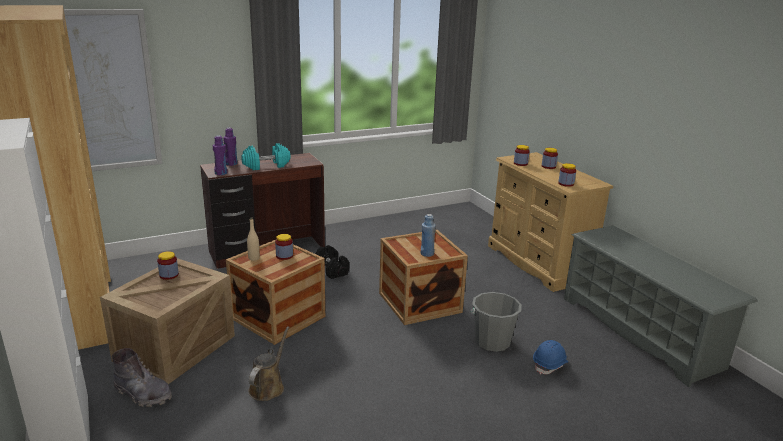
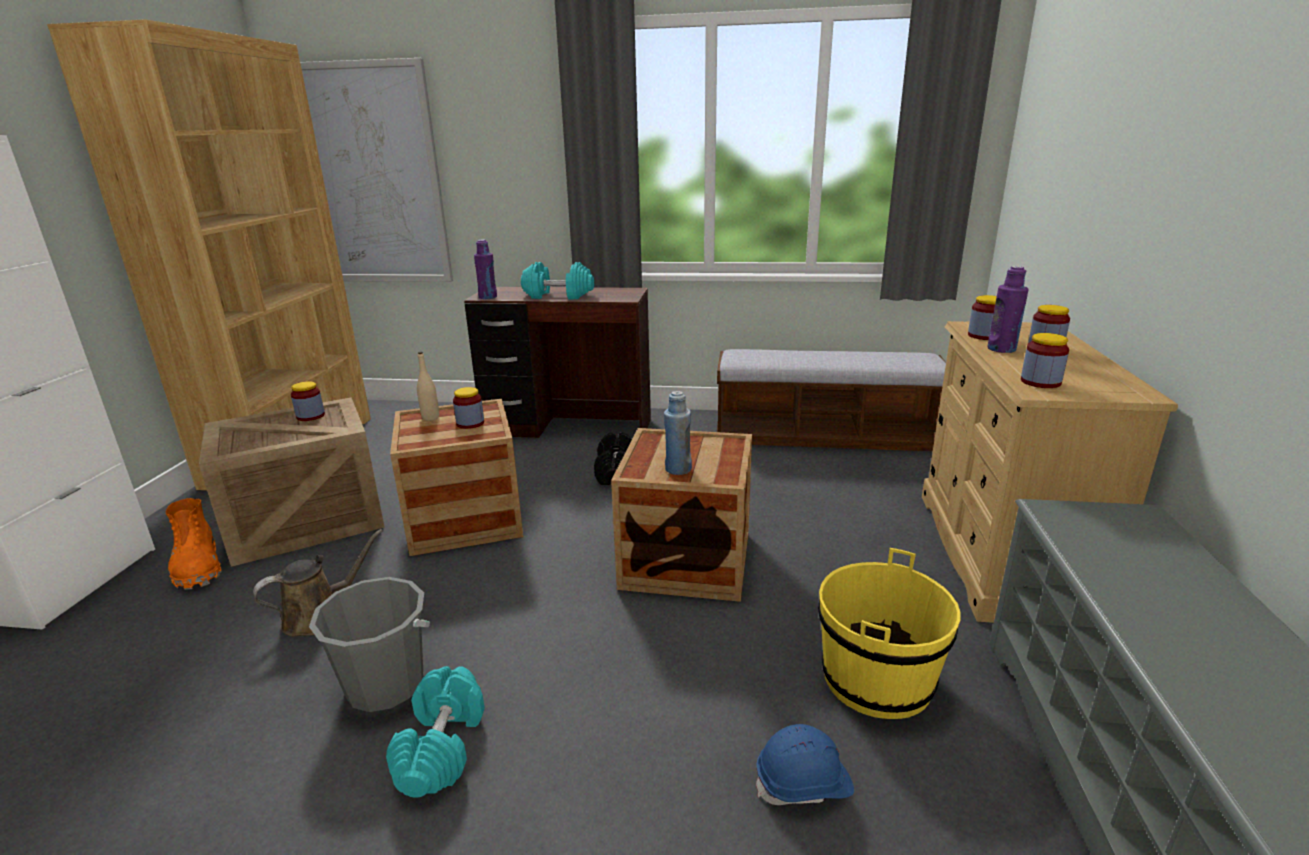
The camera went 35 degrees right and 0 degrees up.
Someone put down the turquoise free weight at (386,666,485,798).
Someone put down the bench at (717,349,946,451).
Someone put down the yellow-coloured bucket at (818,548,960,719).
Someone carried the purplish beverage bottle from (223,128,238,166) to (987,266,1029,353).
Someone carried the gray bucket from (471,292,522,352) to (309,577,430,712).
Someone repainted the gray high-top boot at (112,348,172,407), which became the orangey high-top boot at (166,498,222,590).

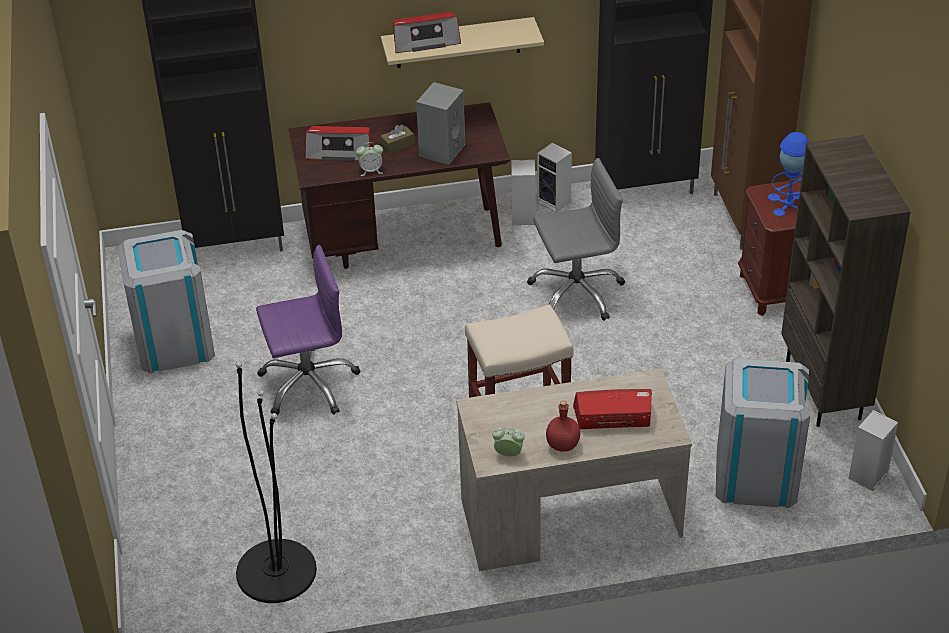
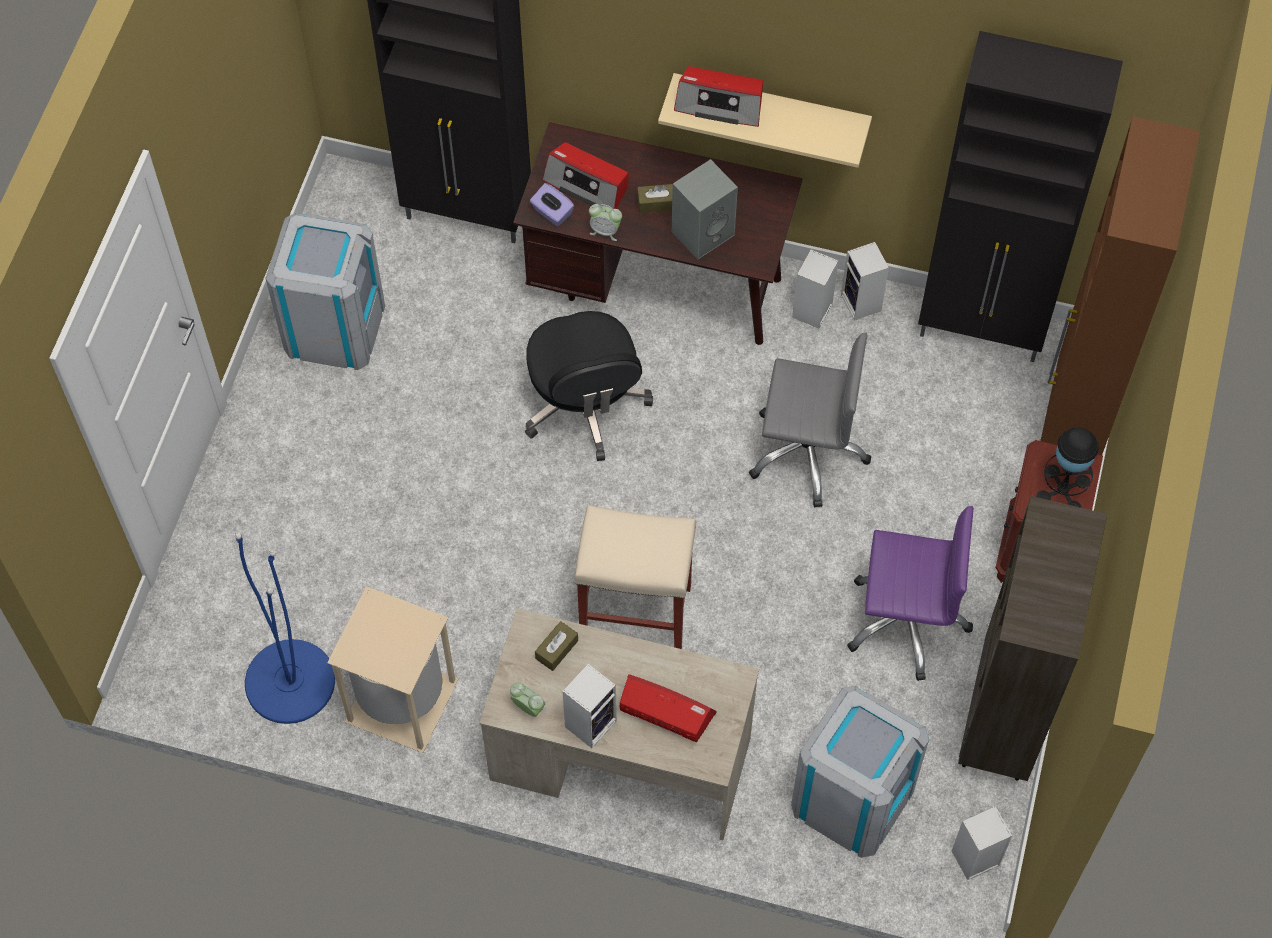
The camera went 25 degrees right and 20 degrees up.
Someone put down the sand-coloured rubbish bin at (327,586,458,753).
Someone put down the black computer chair at (525,311,653,461).
Someone put down the purplish box of tissues at (530,183,574,226).
Someone put down the brown box of tissues at (535,621,578,671).
Someone carried the purplish computer chair from (256,245,360,416) to (847,506,974,681).
Someone swapped the reddish beverage bottle at (546,401,580,452) for the audio speaker at (562,663,617,748).
Someone repainted the black standard lamp at (236,362,317,603), which became the blue-coloured standard lamp at (235,532,335,724).
Someone repainted the blue-coloured lamp for a table at (768,132,809,217), which became the black lamp for a table at (1036,427,1099,508).

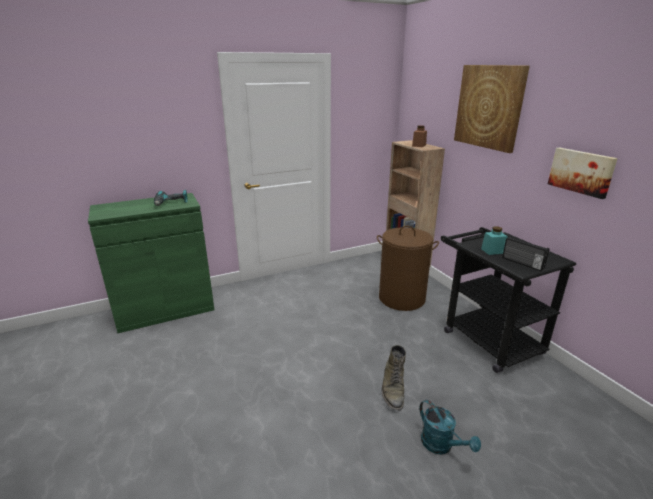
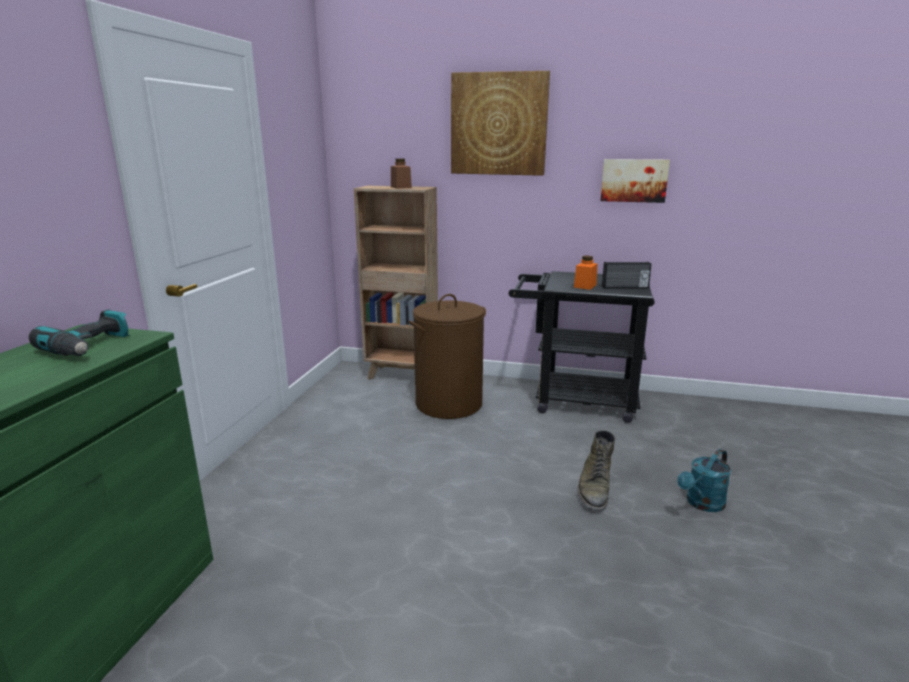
The camera went 50 degrees left and 5 degrees down.
Someone repainted the turquoise preserve jar at (481,226,508,255), which became the orangey preserve jar at (574,256,597,290).
Someone rotated the greenish high-top boot at (381,345,406,410) by 60 degrees clockwise.
Someone rotated the turquoise watering can at (420,400,481,455) by 135 degrees clockwise.

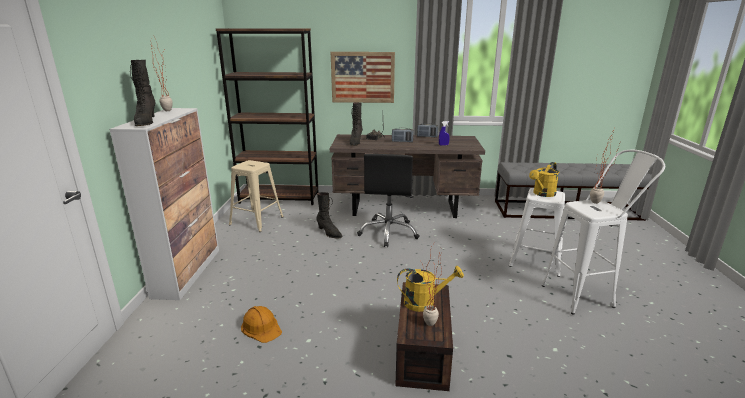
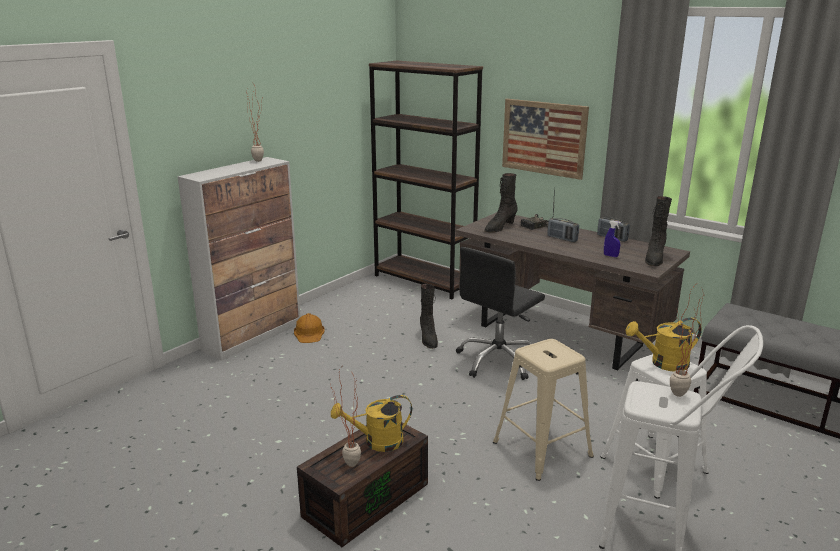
The camera went 35 degrees right and 0 degrees up.
Someone carried the black high-top boot from (130,60,156,126) to (645,196,672,266).
Someone carried the sand-coloured stool seat from (229,160,284,232) to (493,339,594,481).
Someone carried the orangey work helmet from (241,306,282,343) to (294,313,324,343).
Someone rotated the yellow-coloured watering can at (397,266,464,312) by 135 degrees clockwise.

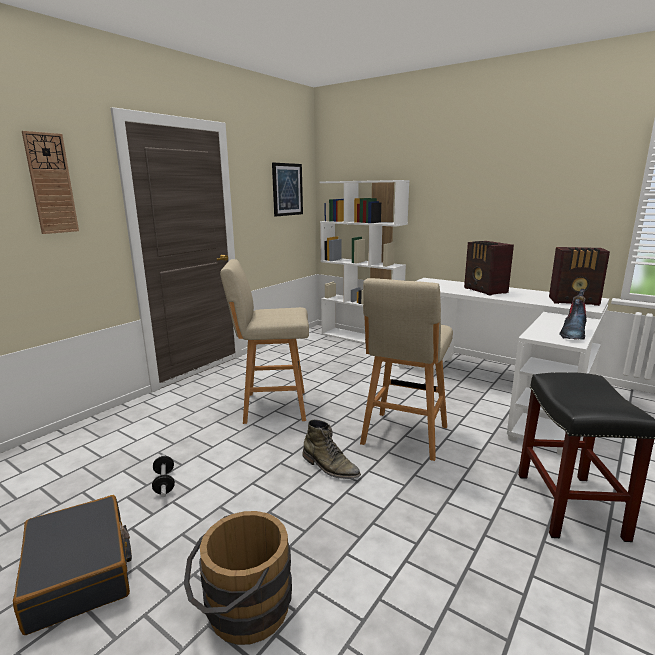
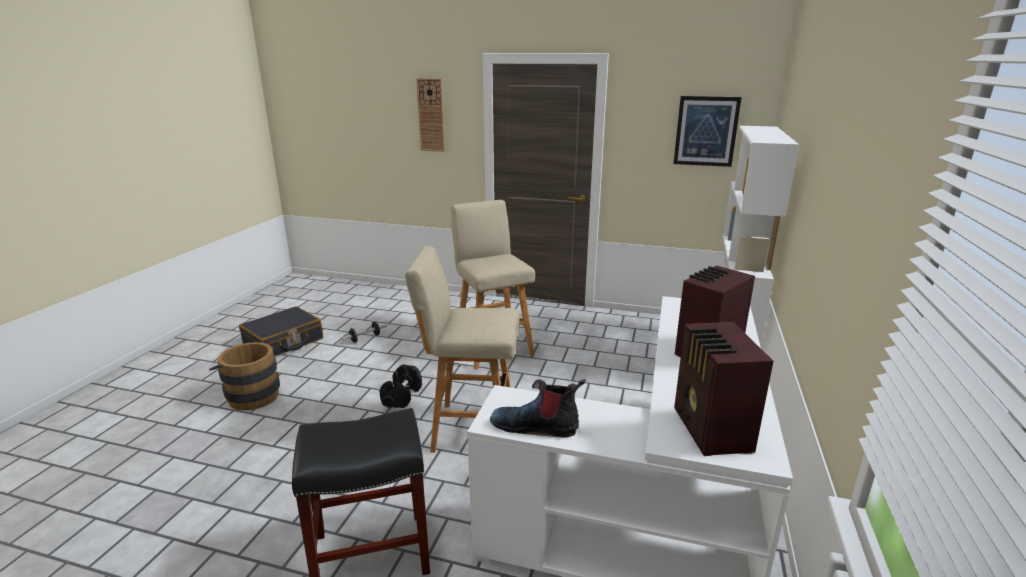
The camera went 70 degrees right and 5 degrees up.
Someone swapped the greenish high-top boot at (302,420,361,479) for the black free weight at (380,364,422,408).

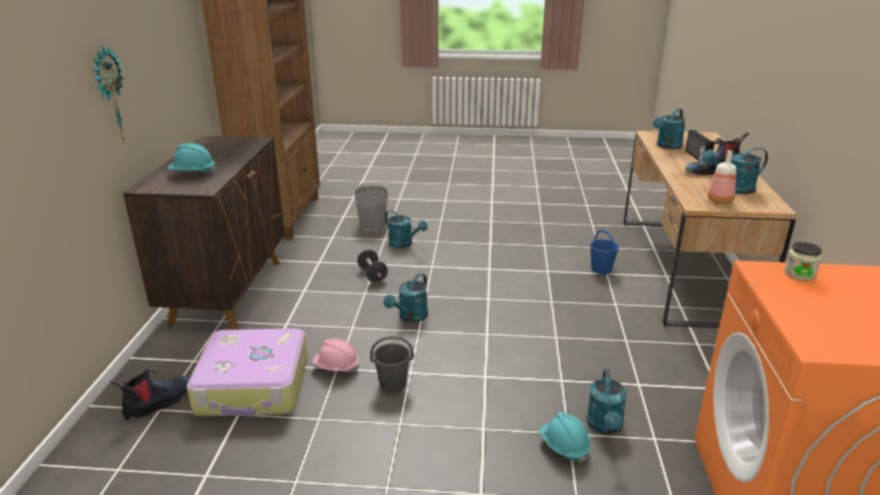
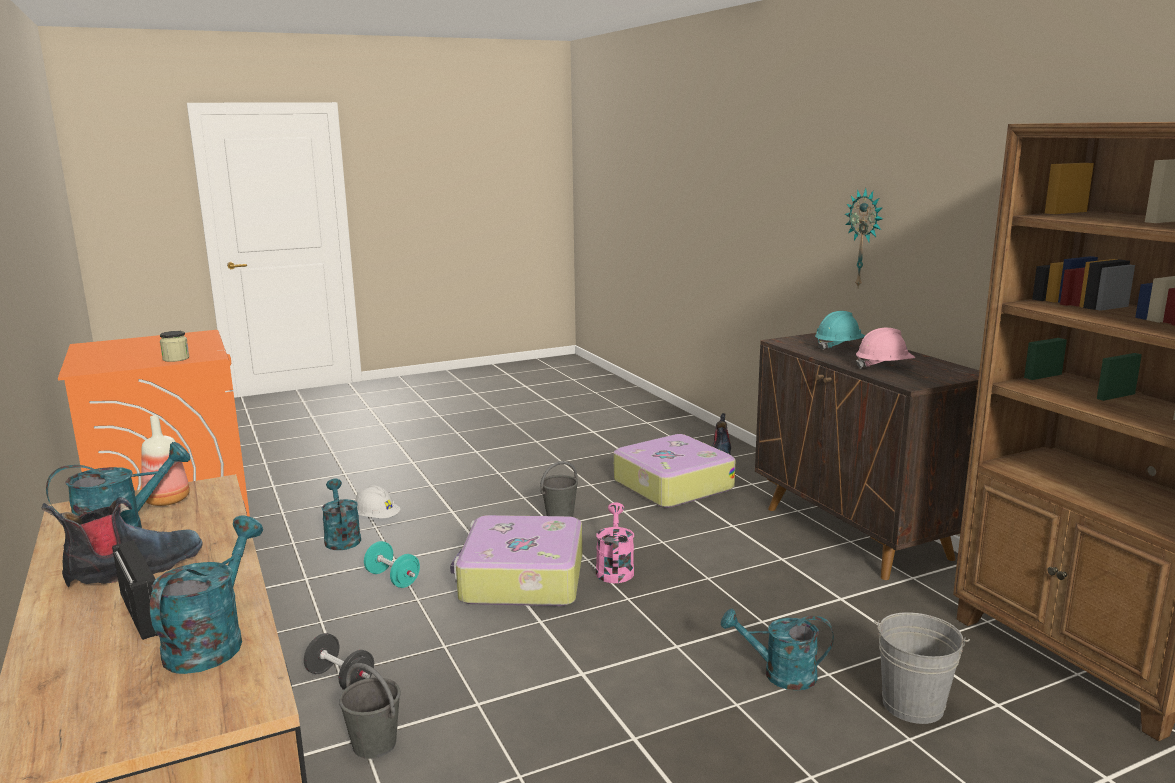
The camera went 150 degrees right and 10 degrees down.
Someone put down the turquoise free weight at (364,541,420,588).
Someone put down the piece of luggage at (450,515,582,606).
Someone carried the pink-coloured work helmet from (312,339,360,372) to (856,328,915,369).
Someone carried the black free weight from (357,250,388,283) to (304,633,374,689).
Someone repainted the turquoise watering can at (384,273,428,322), which became the pink-coloured watering can at (596,502,634,583).
Someone repainted the turquoise work helmet at (539,412,591,463), which became the white-coloured work helmet at (355,485,401,518).
Someone repainted the blue-coloured bucket at (590,229,619,274), which became the gray bucket at (339,663,401,759).

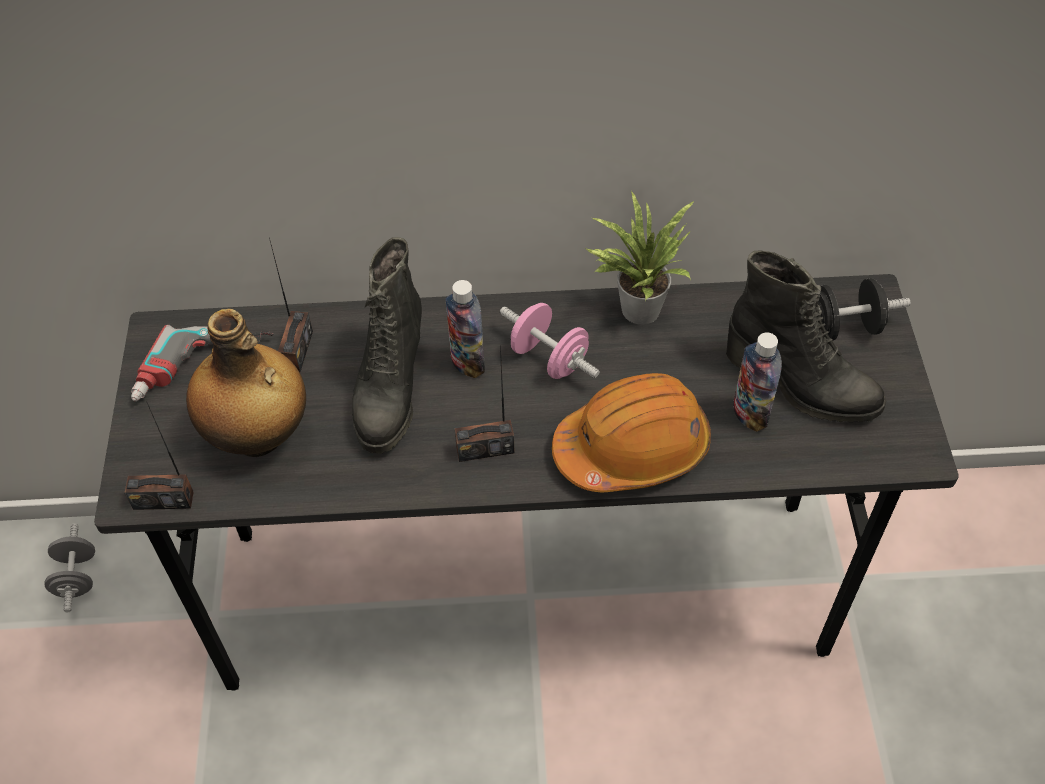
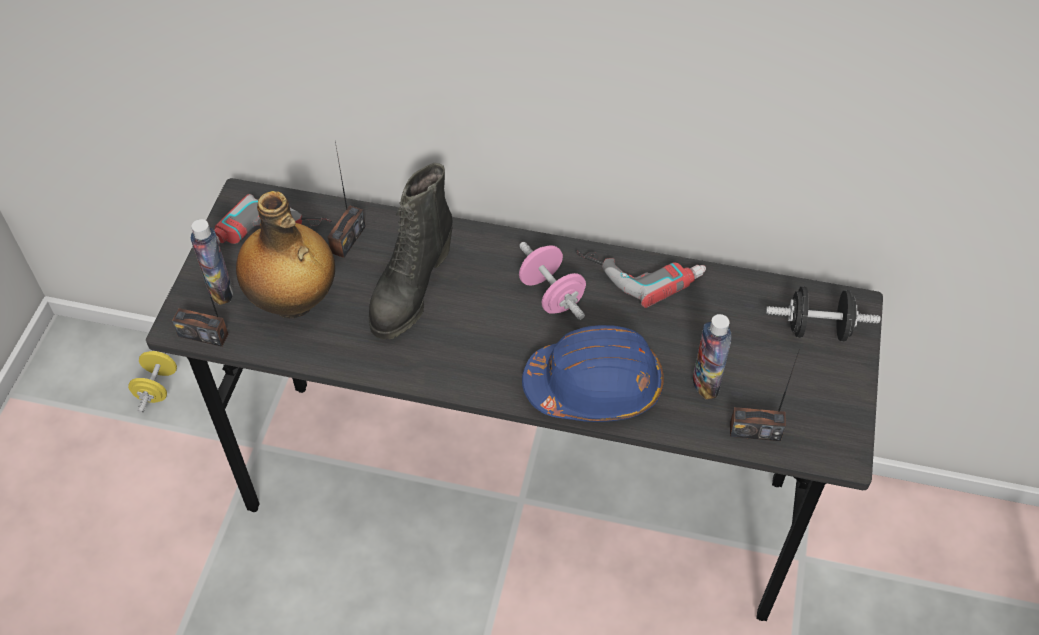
The camera went 15 degrees right and 0 degrees up.
Someone took away the black high-top boot at (726,250,886,423).
Someone carried the beverage bottle from (445,280,485,378) to (191,219,233,305).
Someone carried the radio receiver from (455,345,515,462) to (730,349,800,441).
Someone swapped the potted plant at (586,190,694,325) for the power drill at (576,251,706,308).
Someone repainted the gray free weight at (44,523,95,612), which became the yellow-coloured free weight at (128,351,177,413).
Someone repainted the orangey work helmet at (552,373,711,492), which became the blue-coloured work helmet at (522,325,664,422).

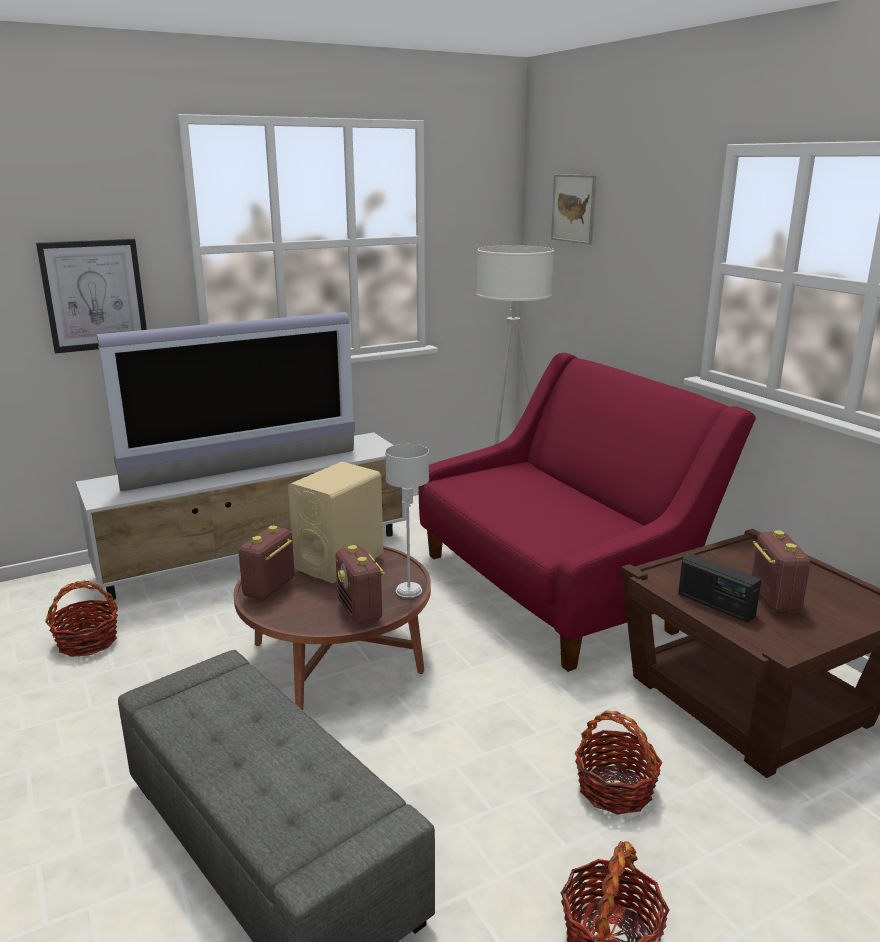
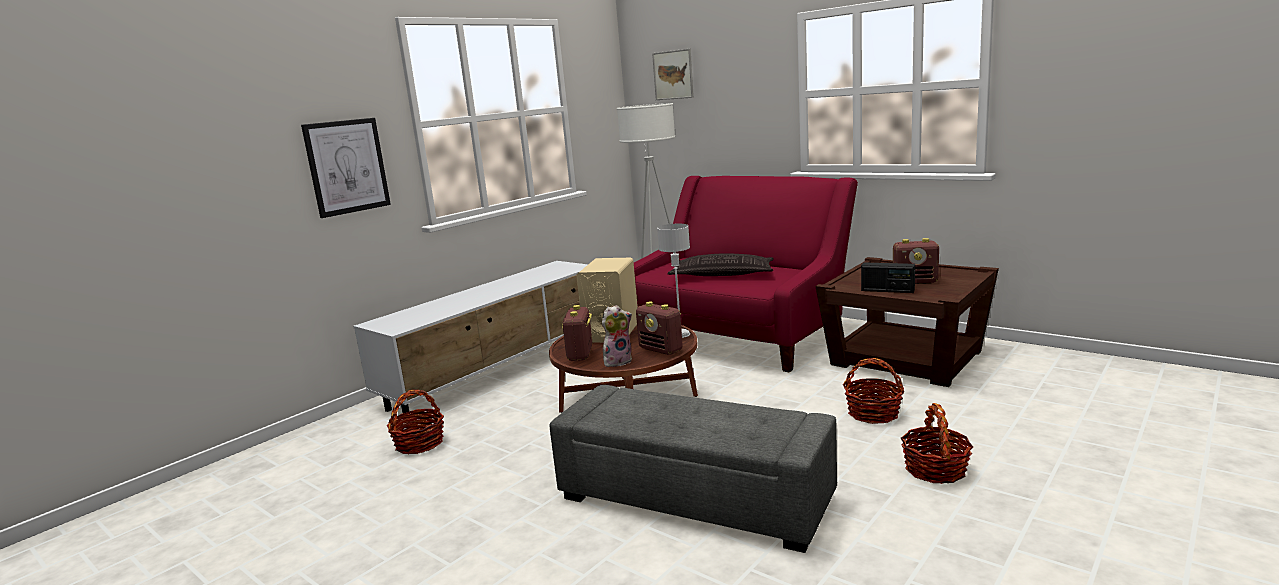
The camera went 20 degrees left and 5 degrees down.
Someone took away the TV at (97,312,355,491).
Someone put down the plush toy at (602,305,632,367).
Someone put down the cushion at (668,253,773,276).
Someone rotated the radio receiver at (752,530,810,614) by 120 degrees clockwise.

